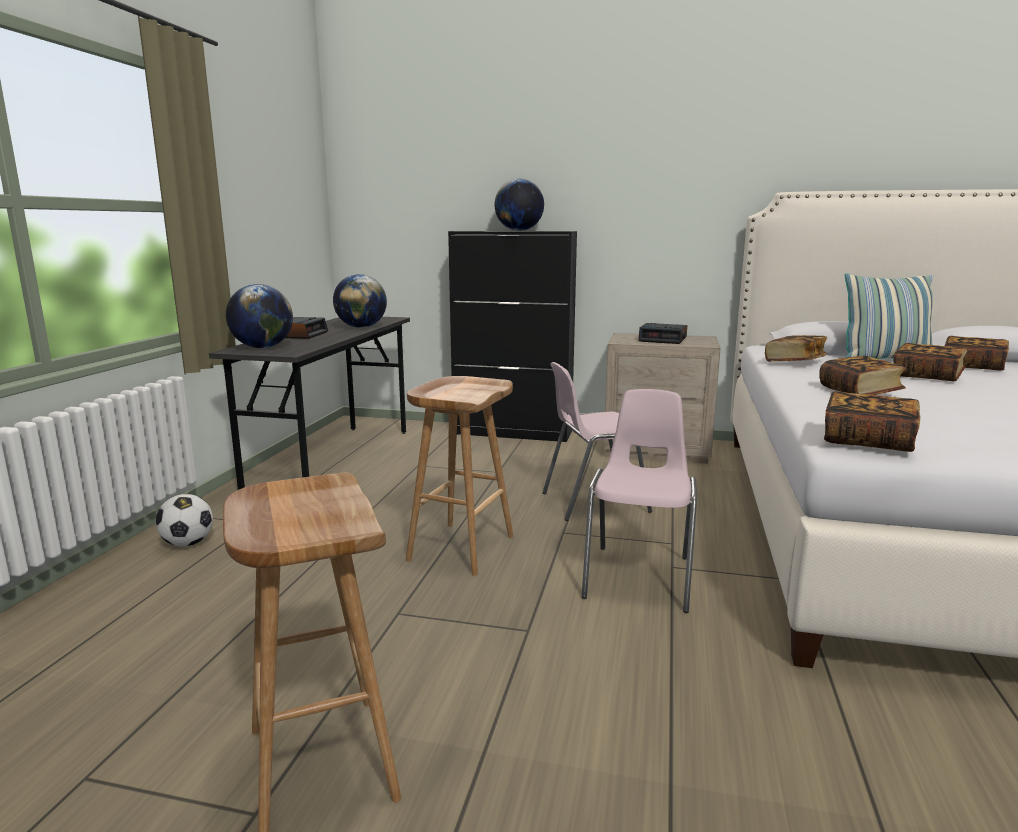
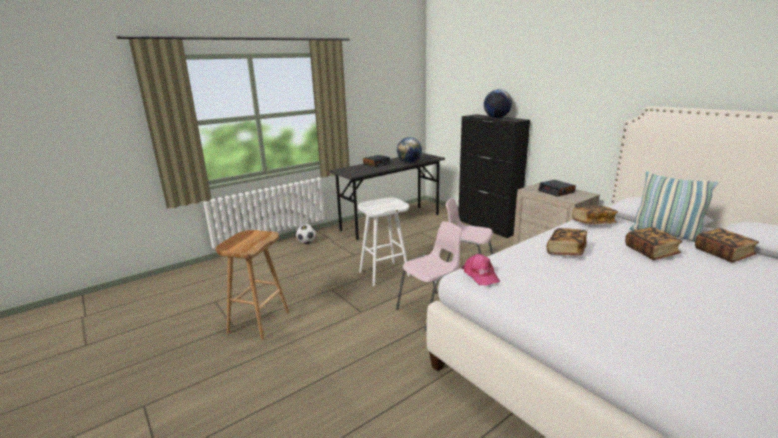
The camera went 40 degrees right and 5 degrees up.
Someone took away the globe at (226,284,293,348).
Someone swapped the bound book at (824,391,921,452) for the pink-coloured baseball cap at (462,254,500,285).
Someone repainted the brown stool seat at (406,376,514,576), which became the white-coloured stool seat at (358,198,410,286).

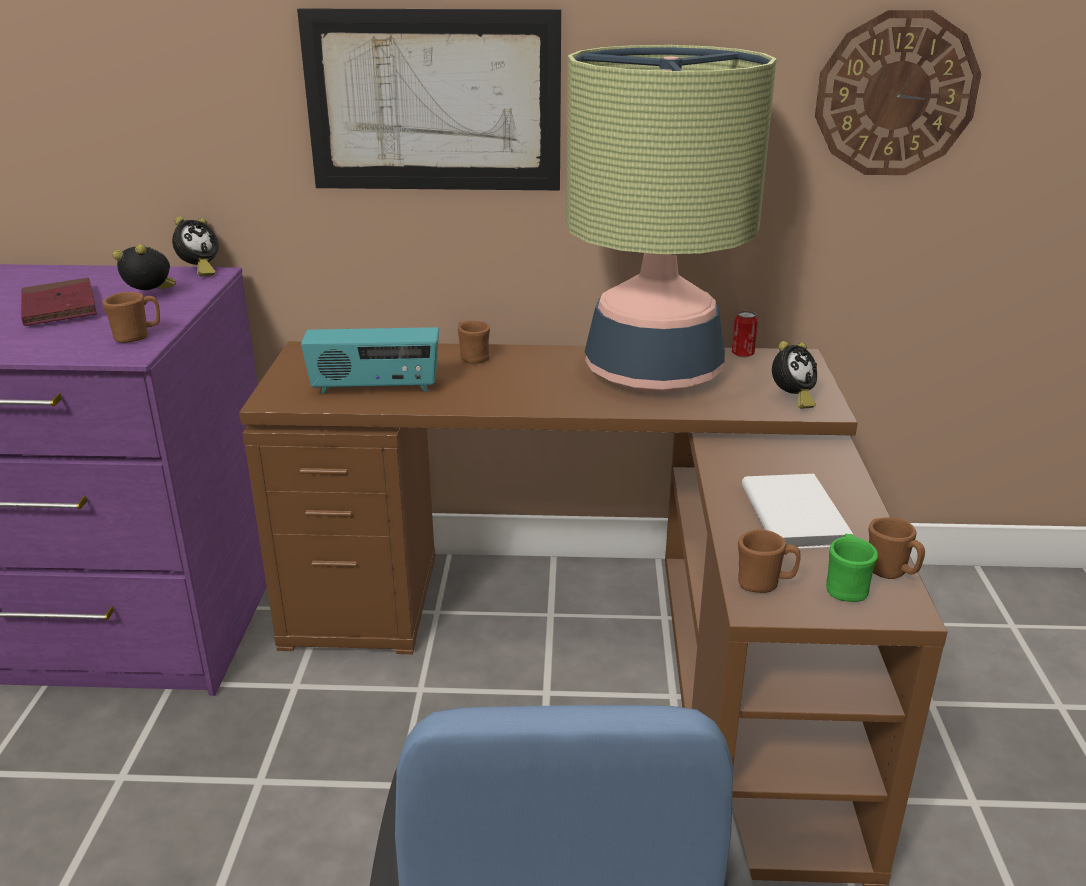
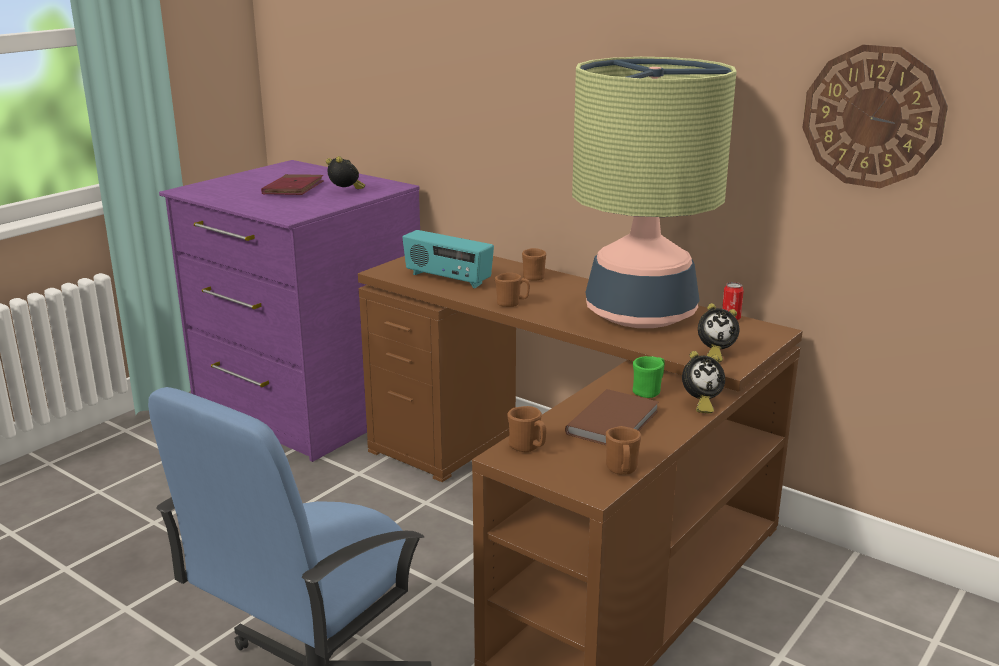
The camera went 35 degrees right and 5 degrees down.
Someone took away the wall picture at (297,9,561,190).
Someone carried the brown coffee mug from (102,292,160,343) to (495,273,530,307).
Someone carried the bedside clock from (172,216,219,276) to (682,351,725,413).
Someone carried the greenish coffee mug from (826,534,878,602) to (633,356,665,398).
Someone repainted the white-coloured bound book at (742,474,853,549), which became the brown bound book at (565,389,659,445).

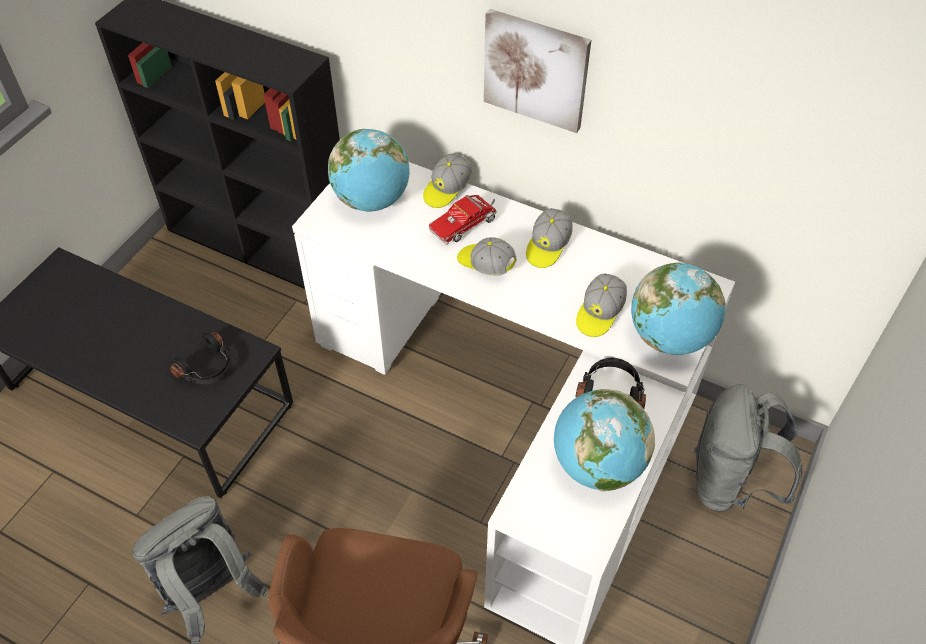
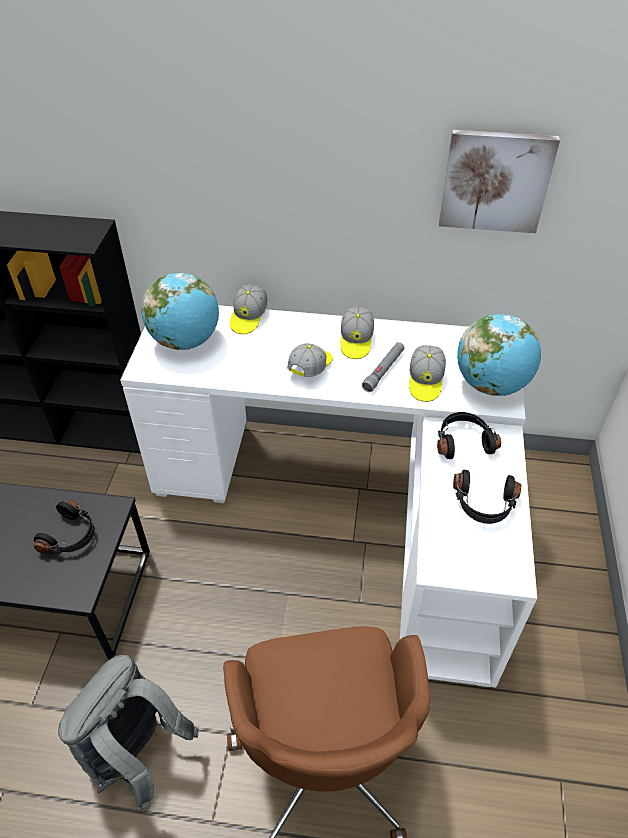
The camera went 20 degrees left and 5 degrees down.
Someone took away the model truck at (429,195,497,245).
Someone took away the gray knapsack at (694,384,802,512).
Someone put down the gray hand torch at (362,342,405,392).
Someone carried the wall picture from (484,9,591,133) to (439,130,560,233).
Someone swapped the globe at (554,389,655,492) for the black pair of headphones at (453,470,521,524).
Someone rotated the baseball cap at (457,237,517,275) by 105 degrees clockwise.

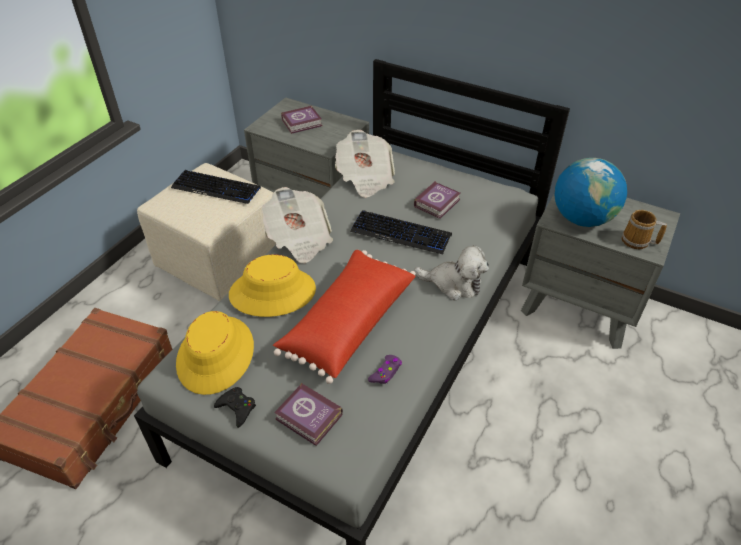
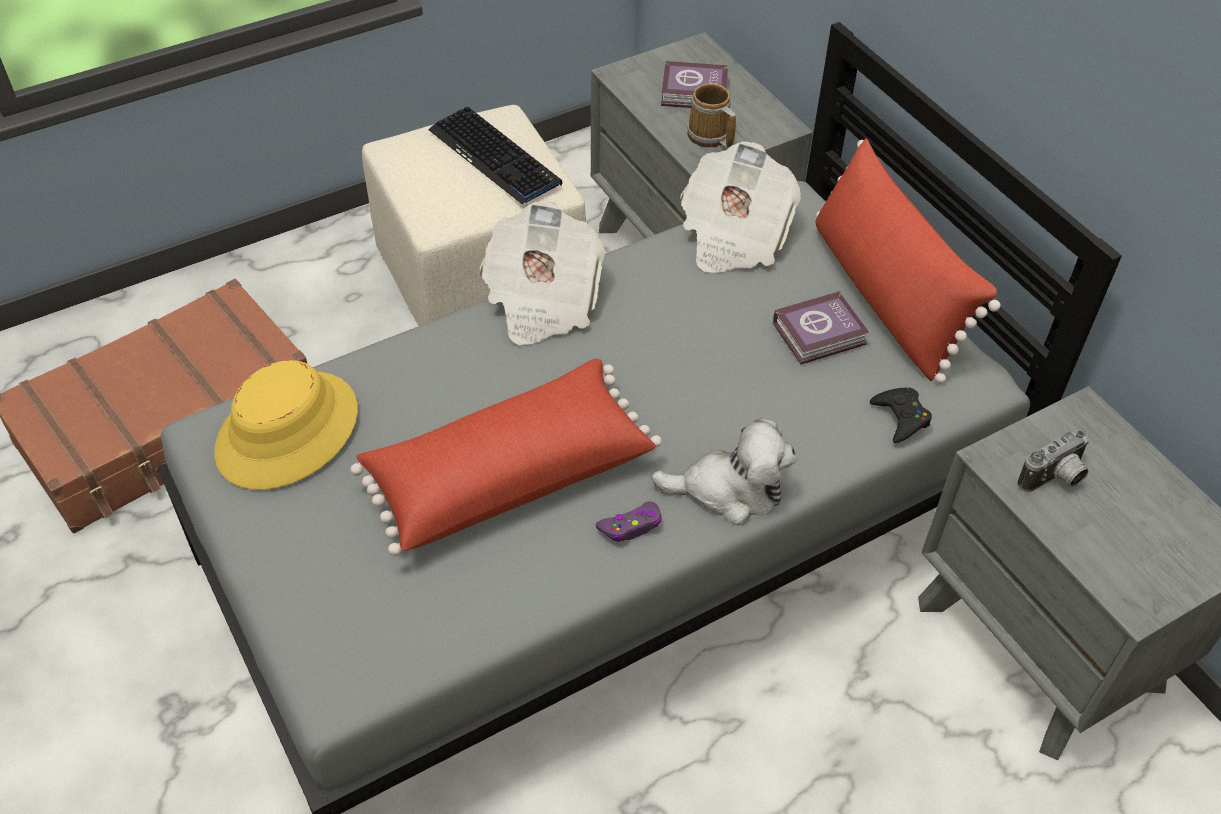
The camera went 30 degrees right and 5 degrees up.
Someone took away the yellow-coloured wearable hat at (229,255,316,317).
Someone took away the bound book at (274,383,343,446).
Someone took away the keyboard at (350,210,452,254).
Someone put down the reddish cushion at (816,138,1001,384).
Someone carried the black gamepad from (214,387,256,428) to (870,388,932,443).
Someone carried the purplish gamepad from (368,355,402,384) to (596,501,662,542).
Someone carried the coffee mug from (622,210,667,249) to (687,83,736,148).
Someone swapped the globe at (555,158,627,227) for the photo camera at (1017,430,1089,492).
Someone rotated the plush toy at (414,245,489,301) by 45 degrees counterclockwise.

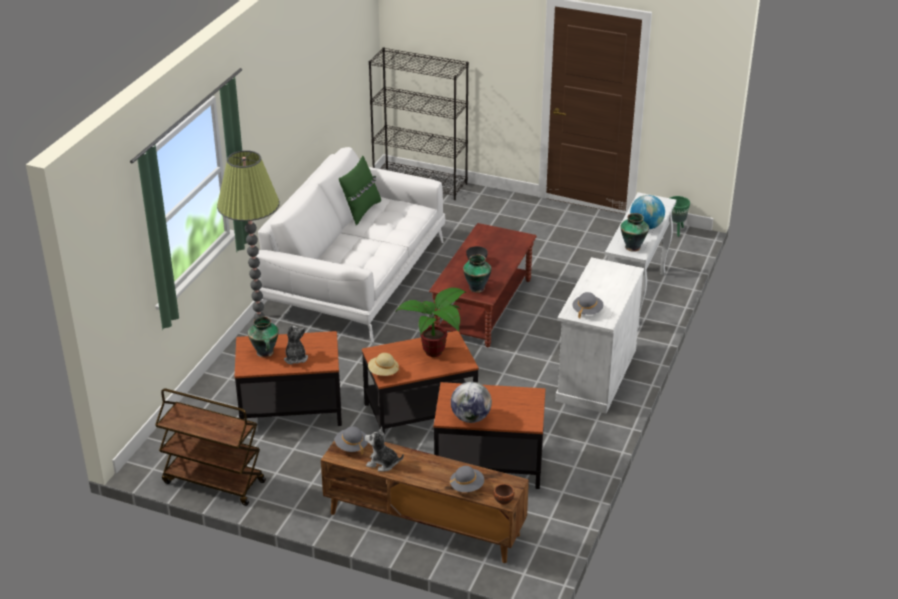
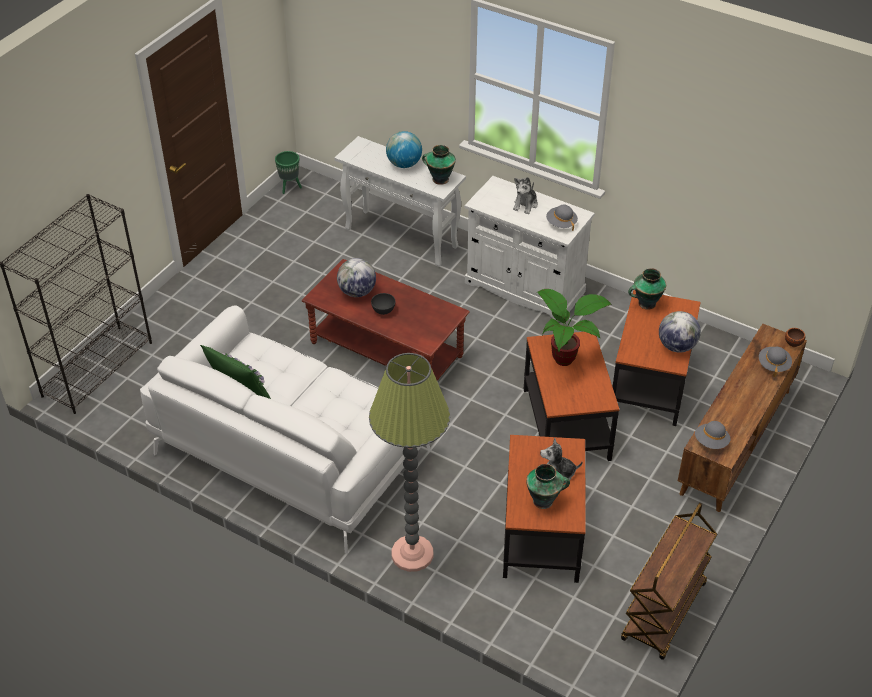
The camera went 80 degrees left and 10 degrees up.
Someone took away the sand-coloured wearable hat at (368,353,399,376).
Someone put down the globe at (337,258,376,297).
Someone carried the plush toy from (365,427,404,472) to (513,177,538,214).
Someone carried the flower vase from (463,254,492,293) to (628,268,666,310).

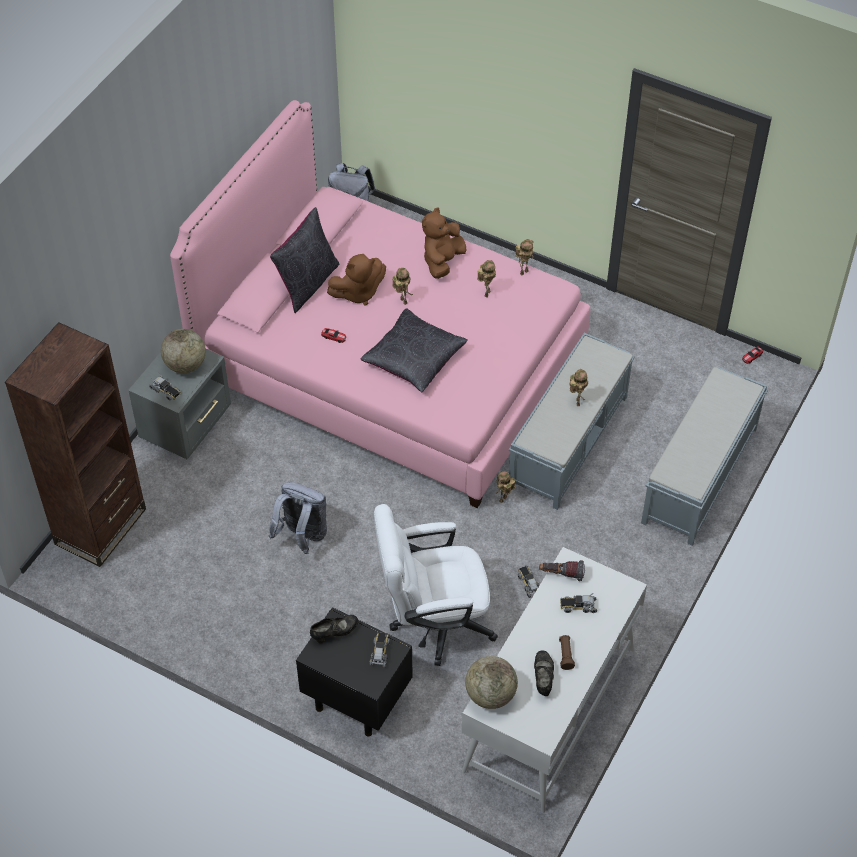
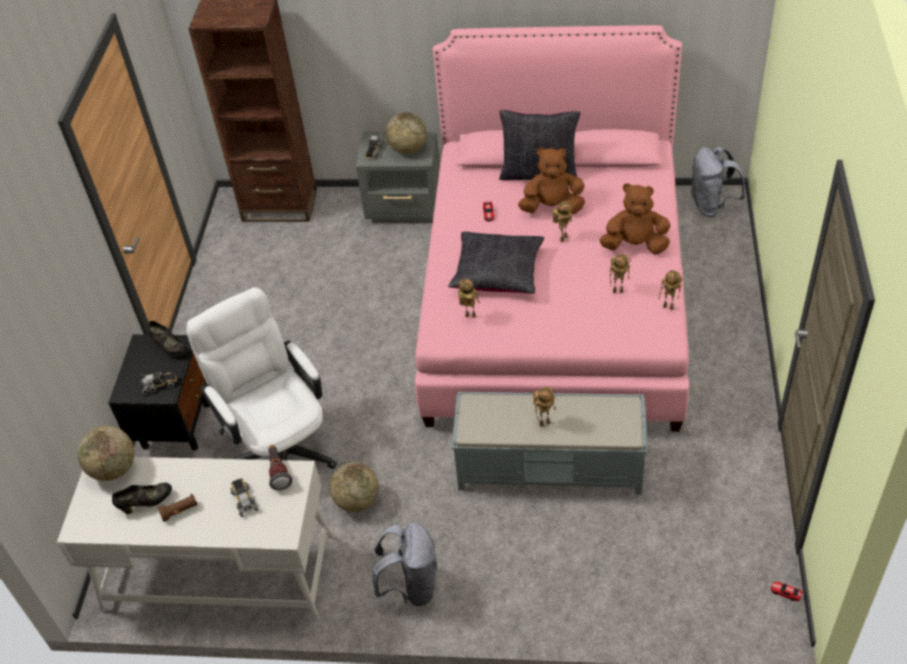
The camera went 70 degrees right and 5 degrees down.
Someone took away the gray bench at (641,367,768,546).
Someone carried the gray knapsack from (269,482,327,554) to (372,522,437,606).
Someone carried the model robot from (496,471,515,503) to (457,279,480,318).
Someone swapped the model truck at (518,566,539,598) for the globe at (329,462,379,512).
Someone rotated the brown plush toy at (327,254,386,306) by 135 degrees clockwise.

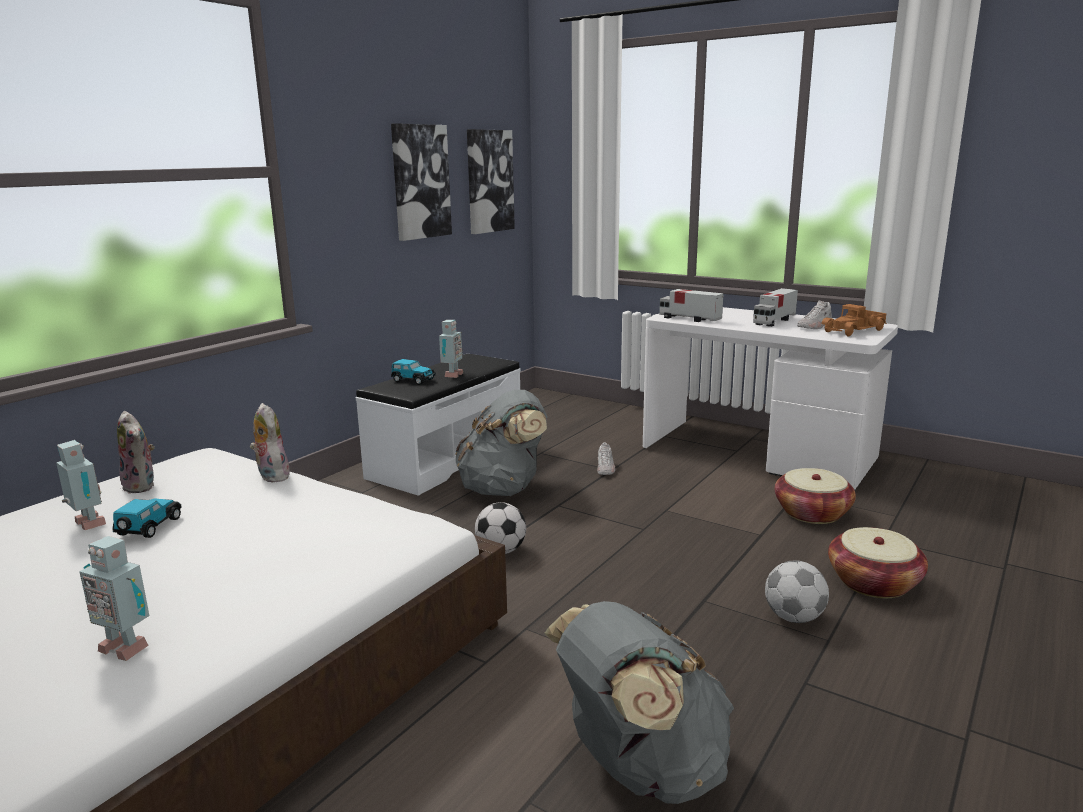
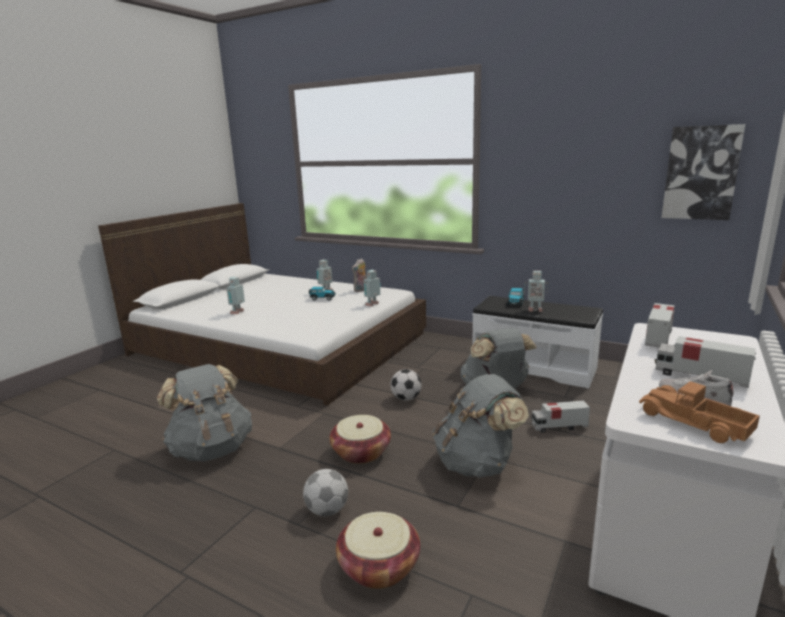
The camera went 85 degrees right and 0 degrees up.
Someone took away the wall picture at (391,123,452,241).
Someone put down the gray knapsack at (433,374,529,478).
Someone carried the storage basket from (775,468,856,524) to (330,415,391,464).
Someone swapped the plush toy at (249,403,290,482) for the model robot at (364,270,381,307).
Someone swapped the white-coloured shoe at (597,442,615,475) for the model truck at (531,401,590,433).

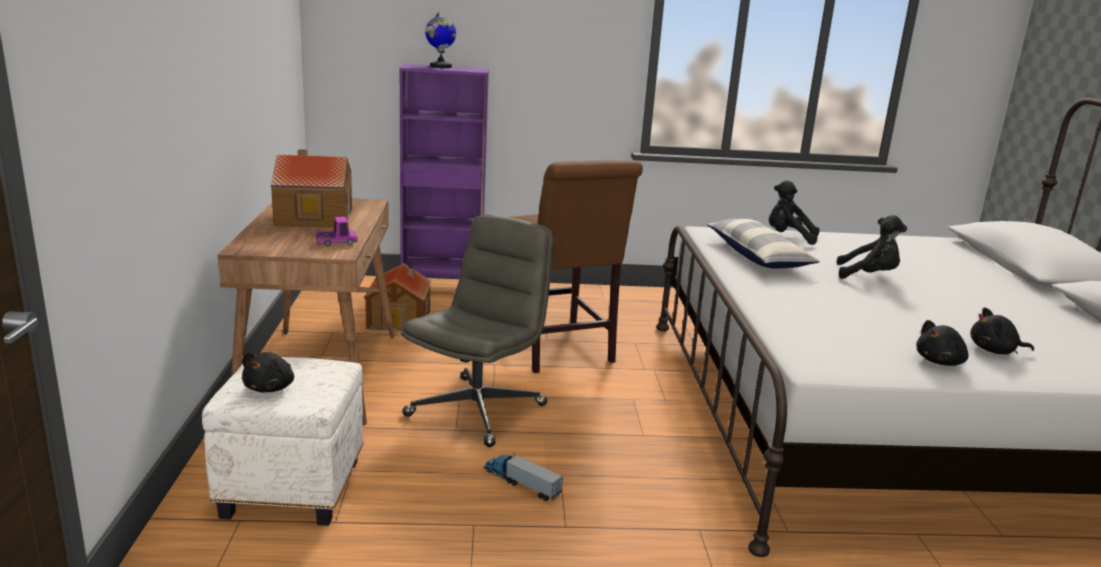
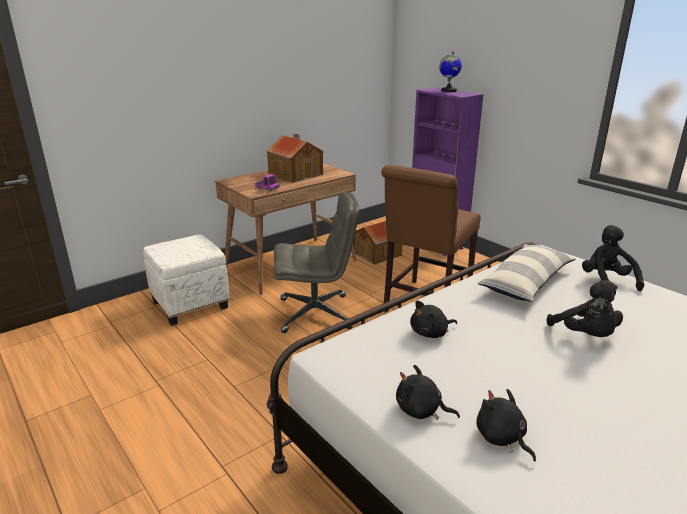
The camera went 55 degrees right and 5 degrees up.
Someone took away the model truck at (484,452,563,501).
Someone carried the black plush toy from (242,352,294,392) to (410,301,457,338).

